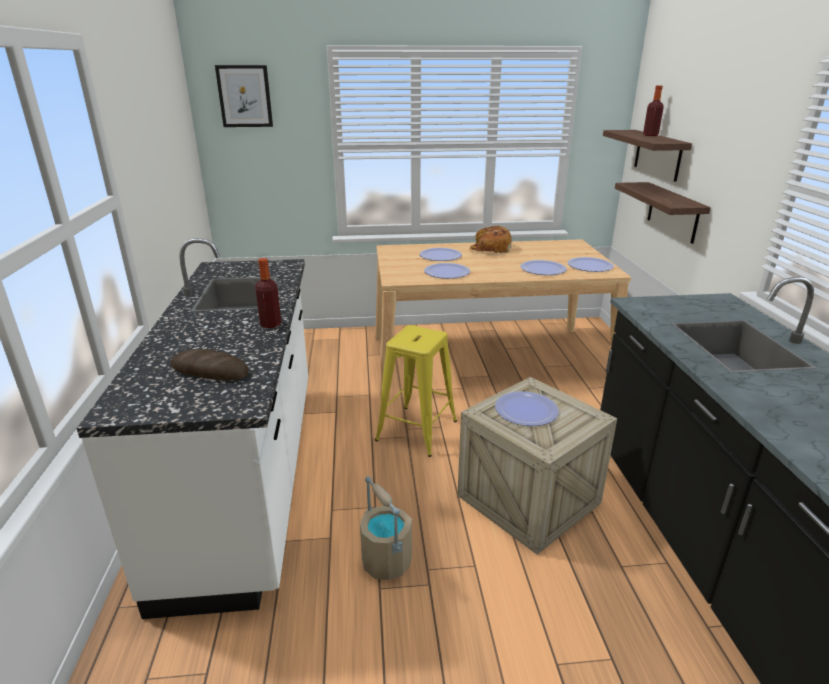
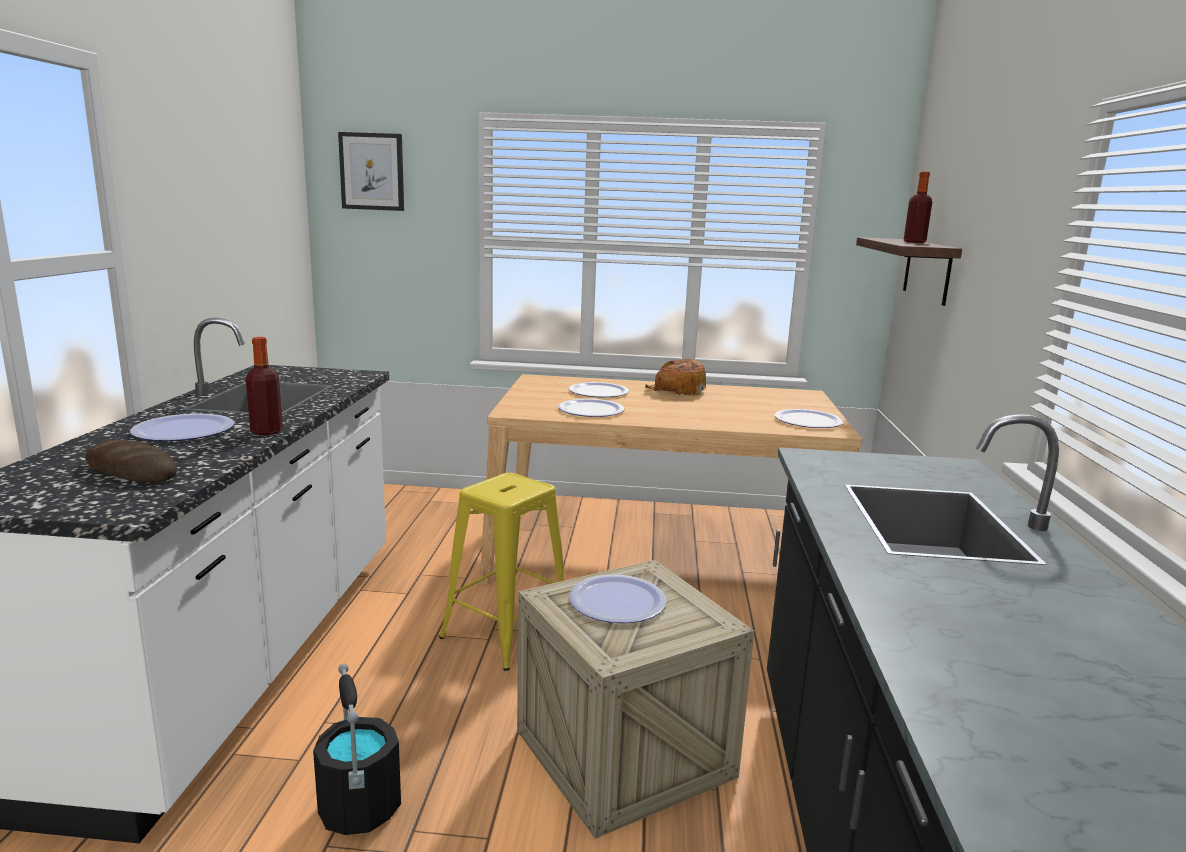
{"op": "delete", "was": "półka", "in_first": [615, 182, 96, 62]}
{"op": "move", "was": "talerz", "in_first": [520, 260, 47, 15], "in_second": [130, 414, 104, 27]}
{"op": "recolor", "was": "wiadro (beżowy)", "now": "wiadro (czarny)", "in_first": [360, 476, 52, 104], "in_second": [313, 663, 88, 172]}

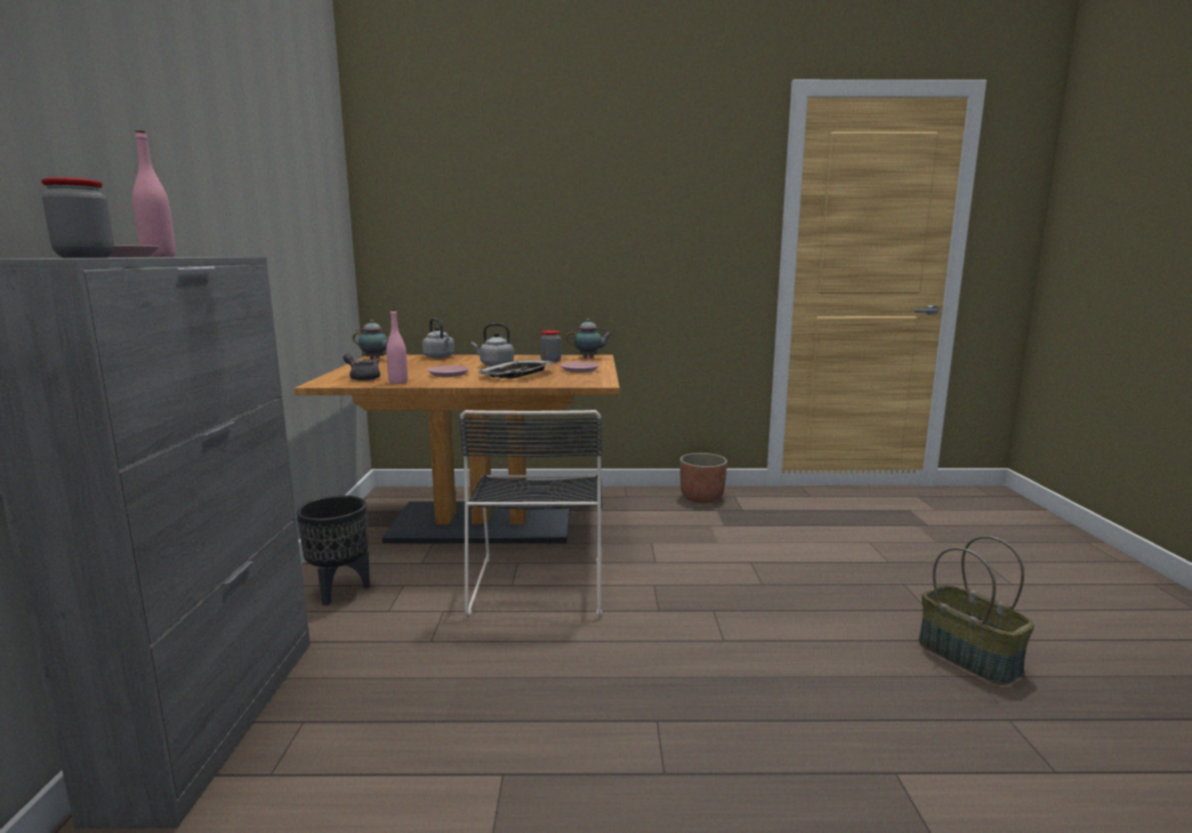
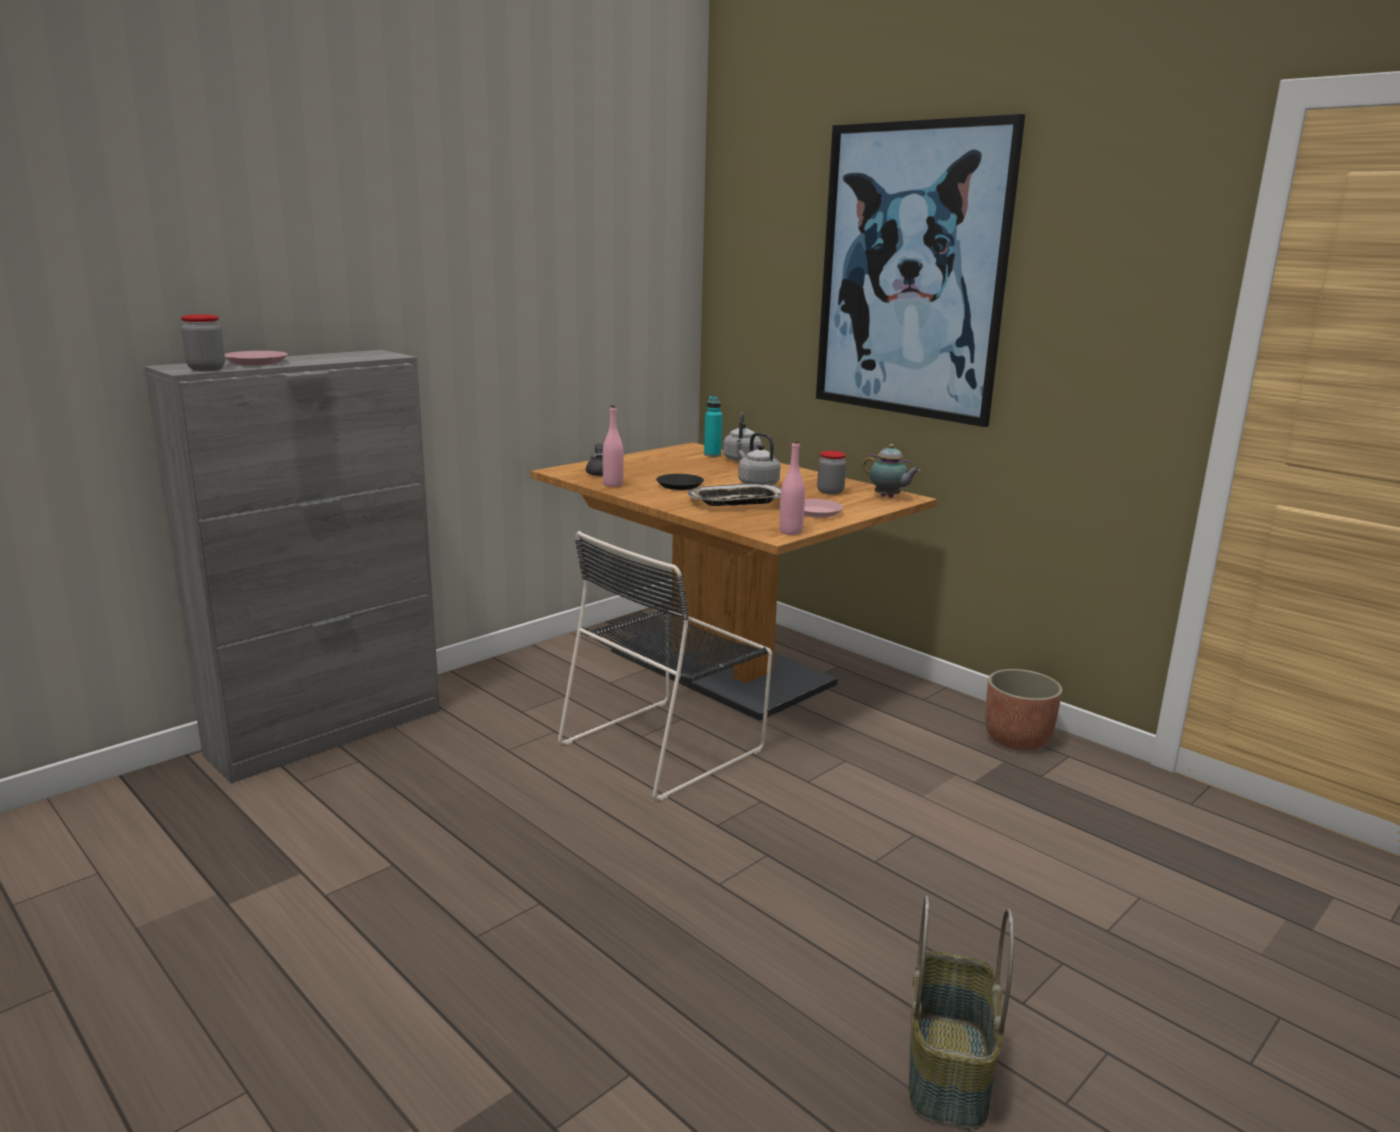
{"op": "delete", "was": "donica (czarny)", "in_first": [296, 495, 74, 111]}
{"op": "delete", "was": "imbryk", "in_first": [353, 320, 36, 40]}
{"op": "insert", "now": "butelka (turkusowy)", "in_second": [704, 396, 18, 61]}
{"op": "insert", "now": "obraz", "in_second": [816, 114, 209, 313]}
{"op": "move", "was": "butelka (różowy)", "in_first": [132, 130, 43, 127], "in_second": [779, 440, 26, 95]}
{"op": "recolor", "was": "talerz (różowy)", "now": "talerz (czarny)", "in_first": [428, 366, 41, 11], "in_second": [656, 474, 48, 16]}

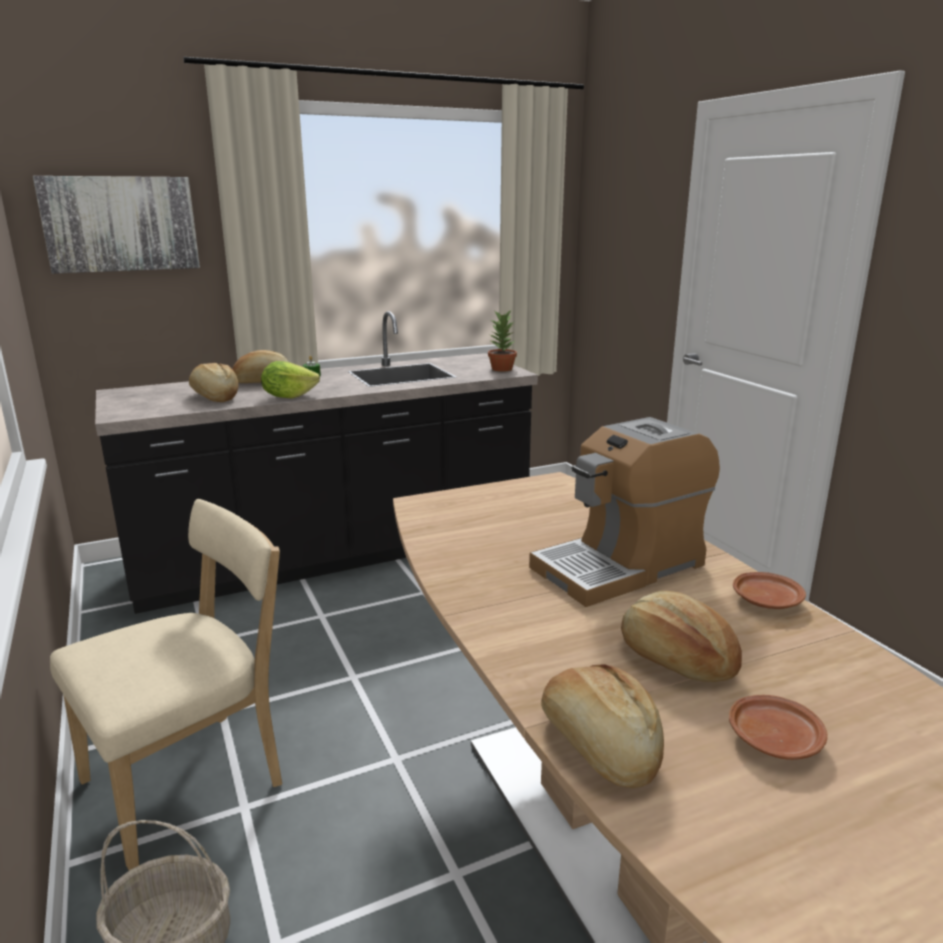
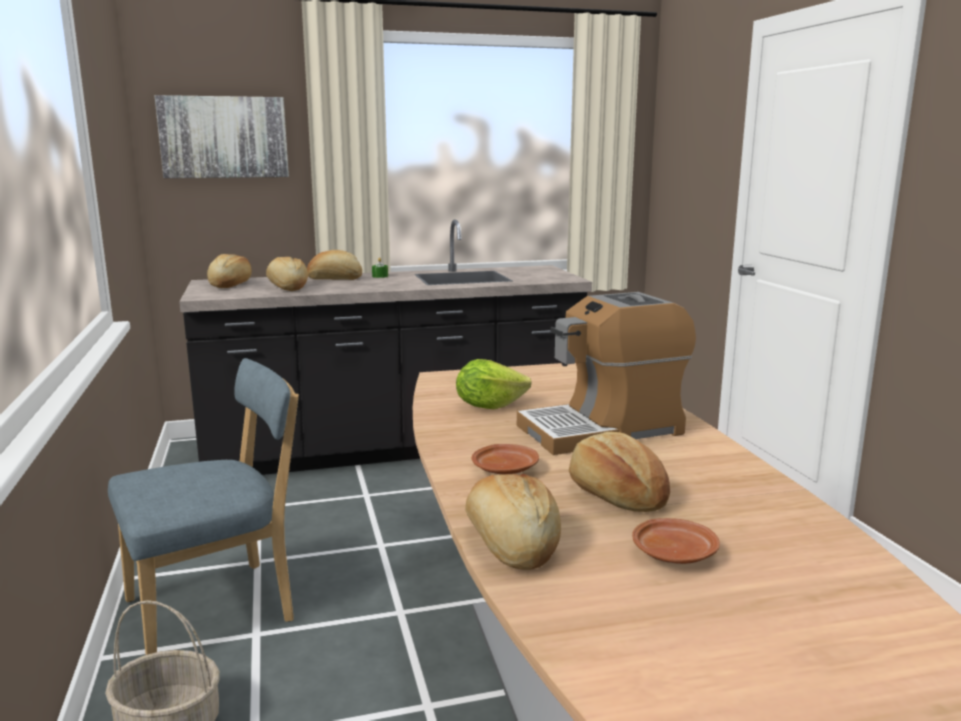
{"op": "delete", "was": "roślina doniczkowa", "in_first": [488, 310, 29, 62]}
{"op": "insert", "now": "chleb", "in_second": [207, 254, 45, 34]}
{"op": "move", "was": "sałata", "in_first": [261, 361, 59, 37], "in_second": [456, 359, 76, 50]}
{"op": "move", "was": "talerz (brązowy)", "in_first": [733, 572, 73, 37], "in_second": [472, 444, 67, 31]}
{"op": "recolor", "was": "krzesło (beżowy)", "now": "krzesło (niebieski)", "in_first": [50, 499, 232, 371], "in_second": [108, 358, 191, 297]}

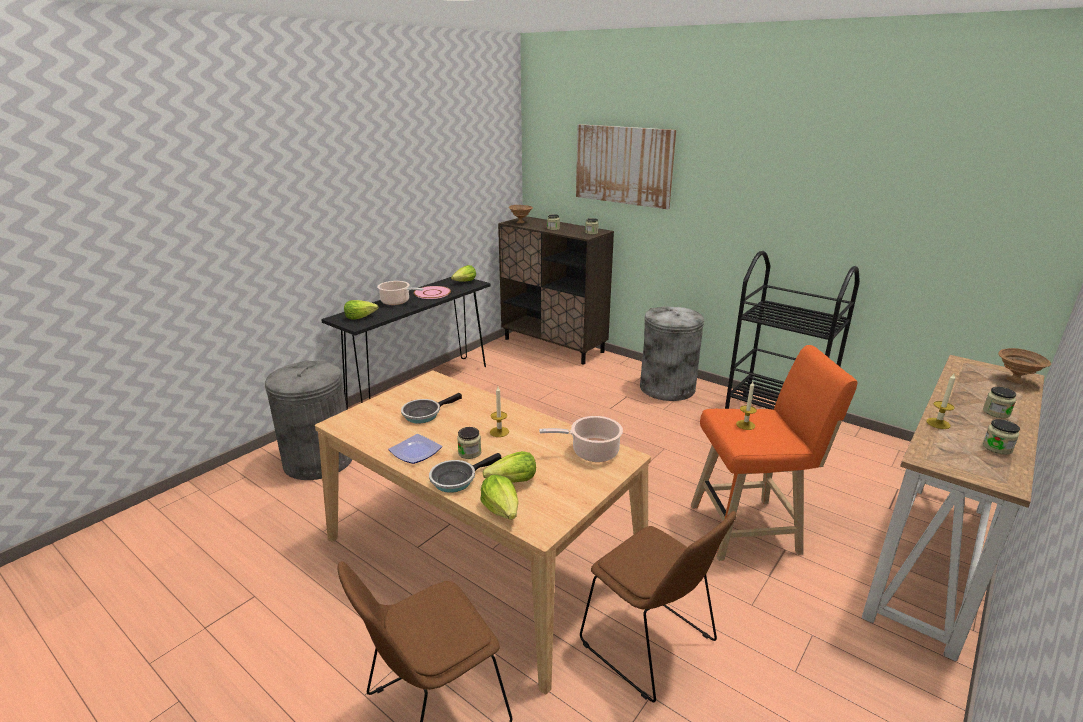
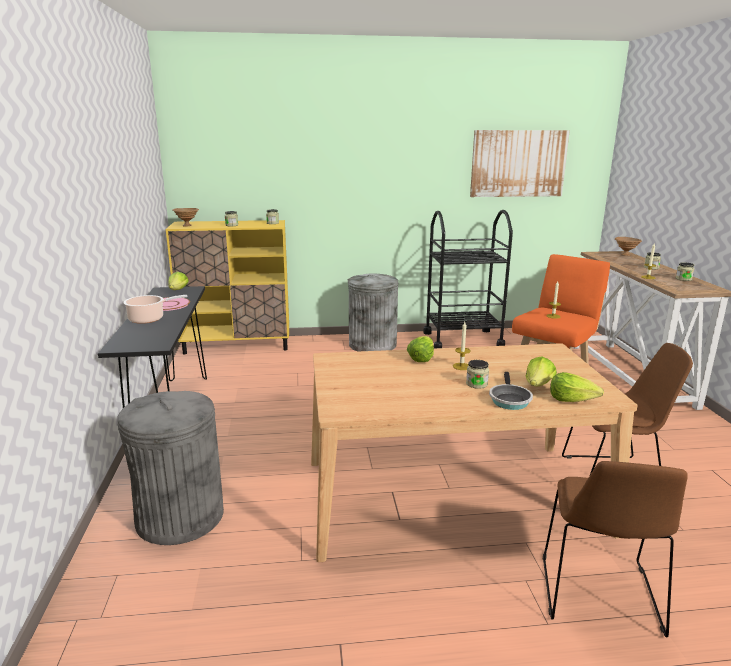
{"op": "delete", "was": "talerz", "in_first": [388, 434, 54, 30]}
{"op": "delete", "was": "patelnia", "in_first": [401, 393, 61, 31]}
{"op": "delete", "was": "garnek", "in_first": [539, 416, 84, 46]}
{"op": "move", "was": "sałata", "in_first": [344, 300, 34, 20], "in_second": [407, 336, 27, 26]}
{"op": "move", "was": "obraz", "in_first": [576, 124, 100, 86], "in_second": [470, 130, 100, 67]}
{"op": "recolor", "was": "szafka (brązowy)", "now": "szafka (żółty)", "in_first": [498, 216, 116, 148], "in_second": [166, 220, 123, 134]}

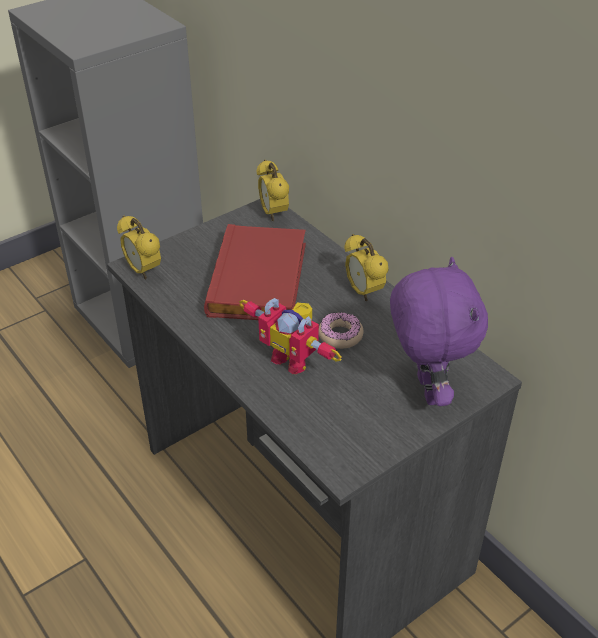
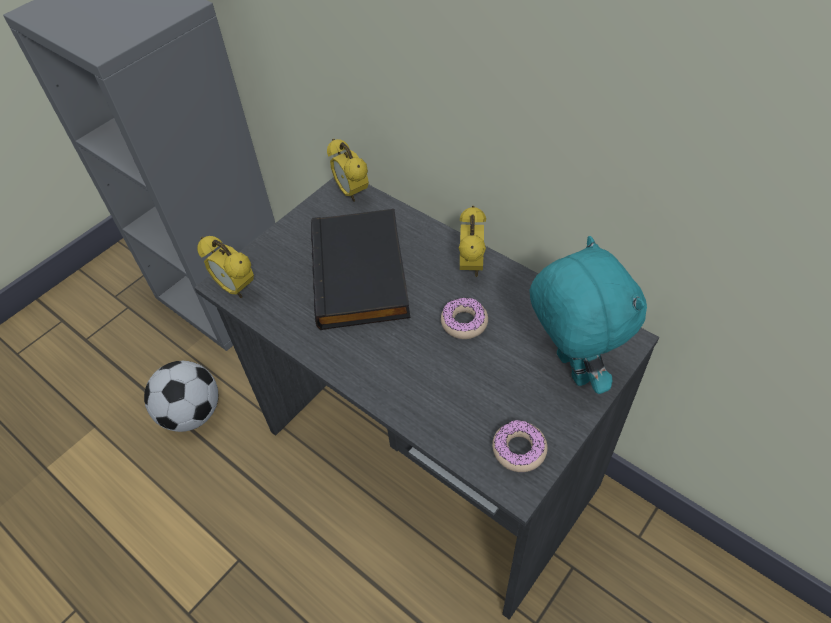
{"op": "delete", "was": "robot zabawkowy", "in_first": [239, 298, 103, 76]}
{"op": "insert", "now": "piłka futbolowa", "in_second": [144, 361, 74, 71]}
{"op": "insert", "now": "donut", "in_second": [492, 420, 56, 52]}
{"op": "recolor", "was": "książka (czerwony)", "now": "książka (czarny)", "in_first": [204, 224, 102, 96], "in_second": [311, 209, 99, 121]}
{"op": "recolor", "was": "pluszak (fioletowy)", "now": "pluszak (turkusowy)", "in_first": [390, 257, 98, 149], "in_second": [529, 236, 118, 158]}
{"op": "rotate", "was": "budzik", "in_first": [344, 234, 45, 67], "in_second": [459, 206, 27, 71], "clockwise": -135}

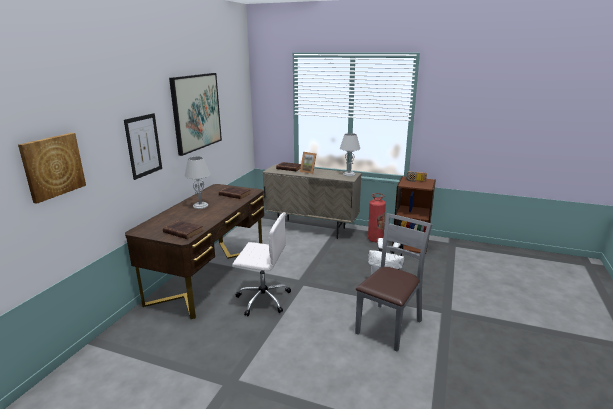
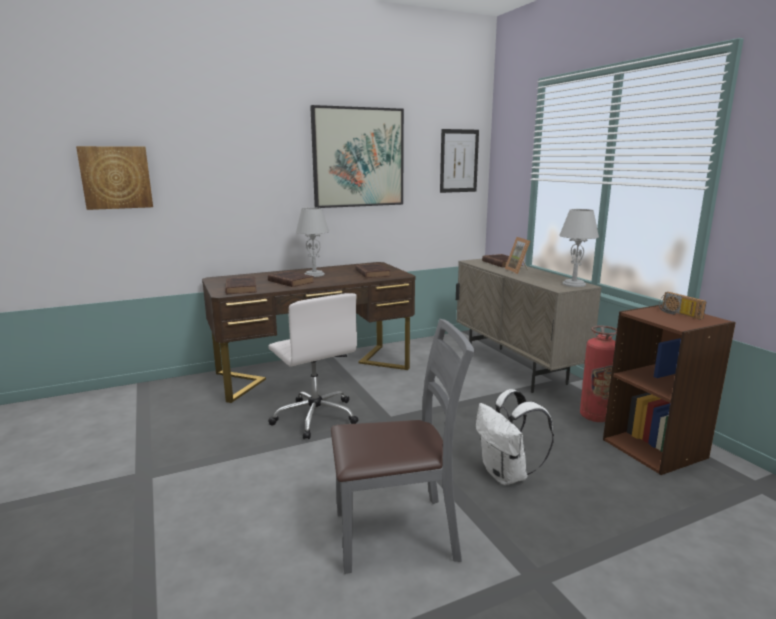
{"op": "insert", "now": "książka (brązowy)", "in_second": [268, 271, 46, 16]}
{"op": "move", "was": "obraz", "in_first": [124, 113, 38, 67], "in_second": [440, 129, 39, 64]}

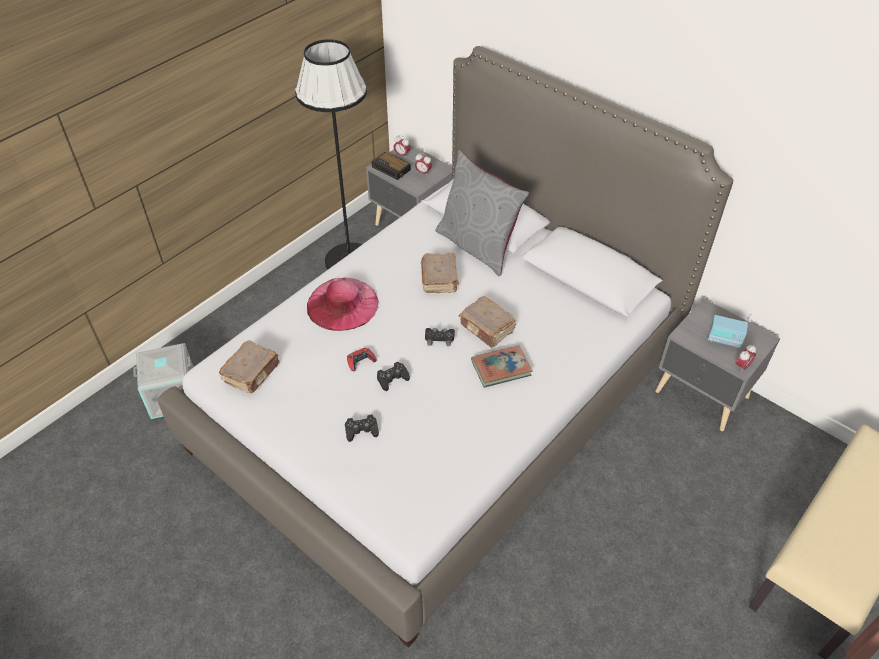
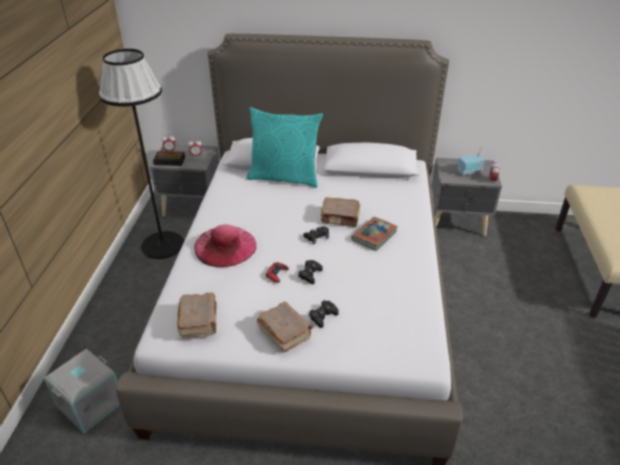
{"op": "move", "was": "książka (brązowy)", "in_first": [421, 253, 38, 40], "in_second": [257, 302, 56, 50]}
{"op": "recolor", "was": "poduszka (szary)", "now": "poduszka (turkusowy)", "in_first": [435, 150, 95, 126], "in_second": [247, 107, 76, 81]}

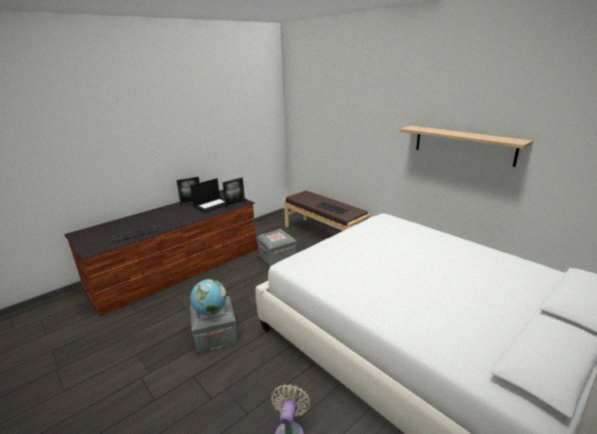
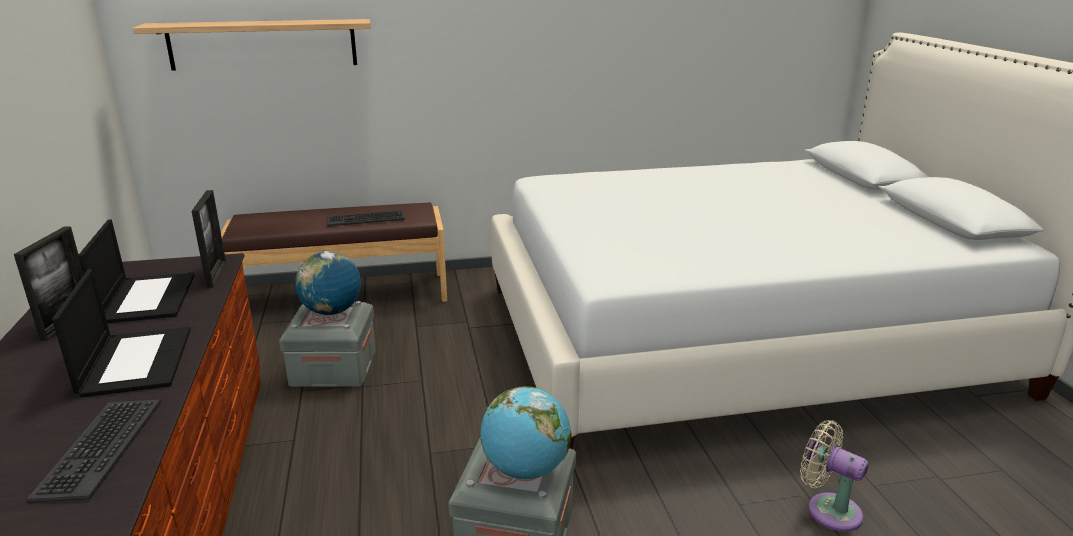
{"op": "insert", "now": "laptop", "in_second": [52, 269, 139, 129]}
{"op": "insert", "now": "globus", "in_second": [295, 251, 66, 64]}
{"op": "move", "was": "półka", "in_first": [400, 126, 133, 41], "in_second": [132, 19, 238, 52]}

